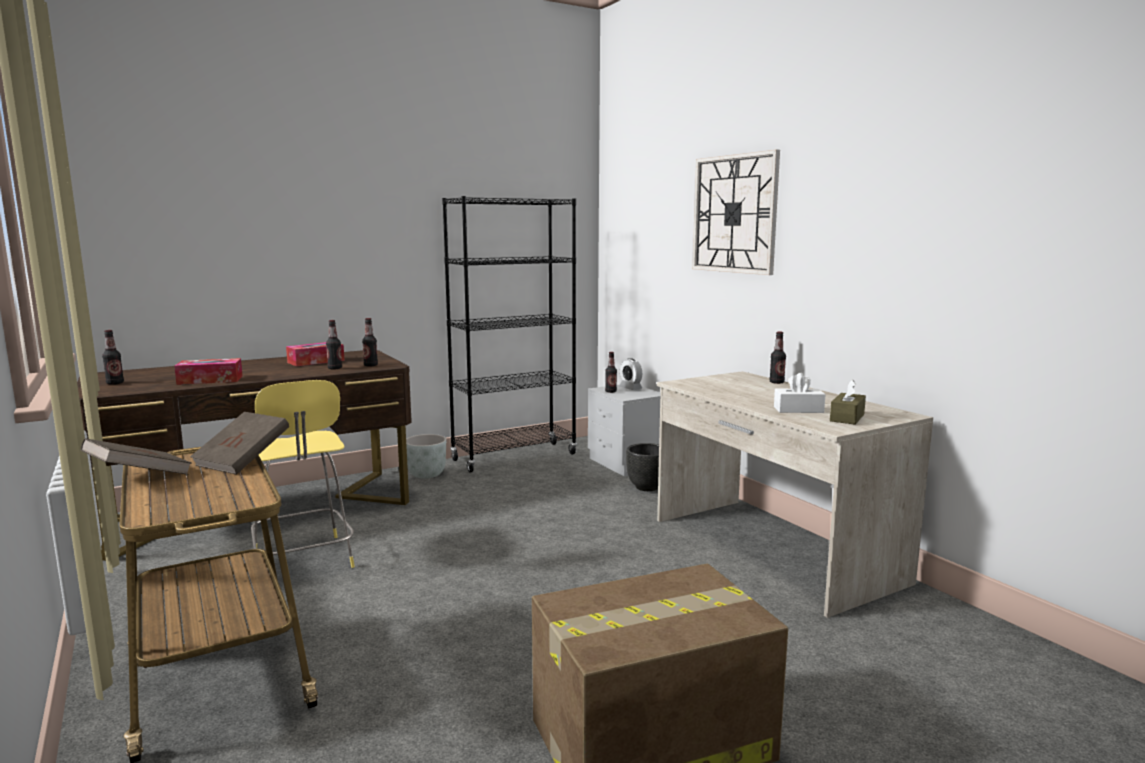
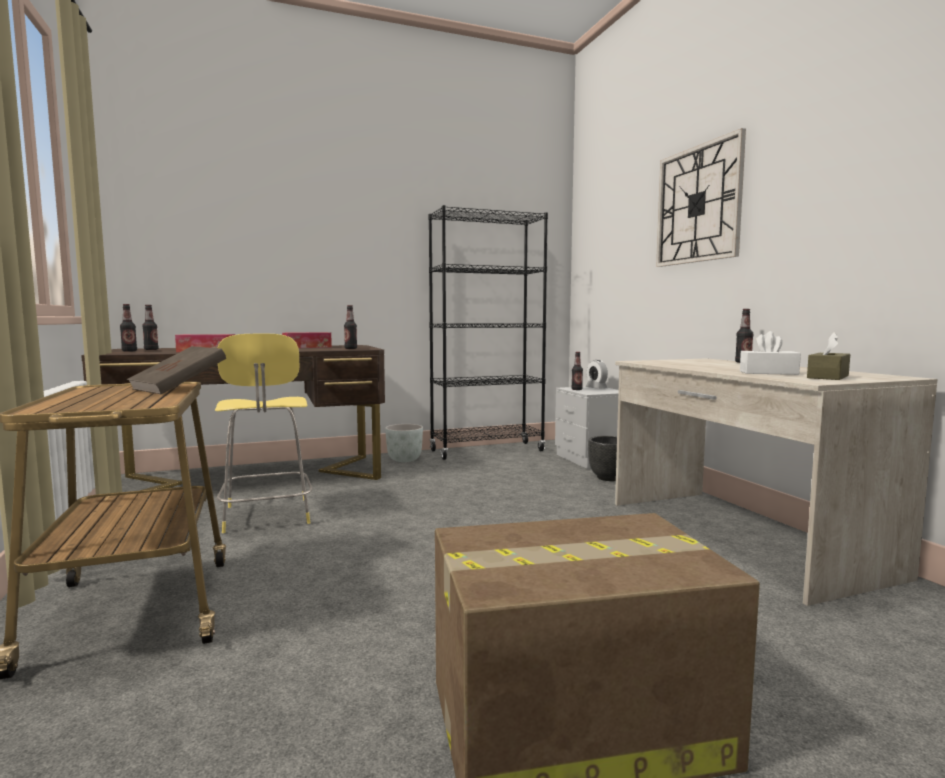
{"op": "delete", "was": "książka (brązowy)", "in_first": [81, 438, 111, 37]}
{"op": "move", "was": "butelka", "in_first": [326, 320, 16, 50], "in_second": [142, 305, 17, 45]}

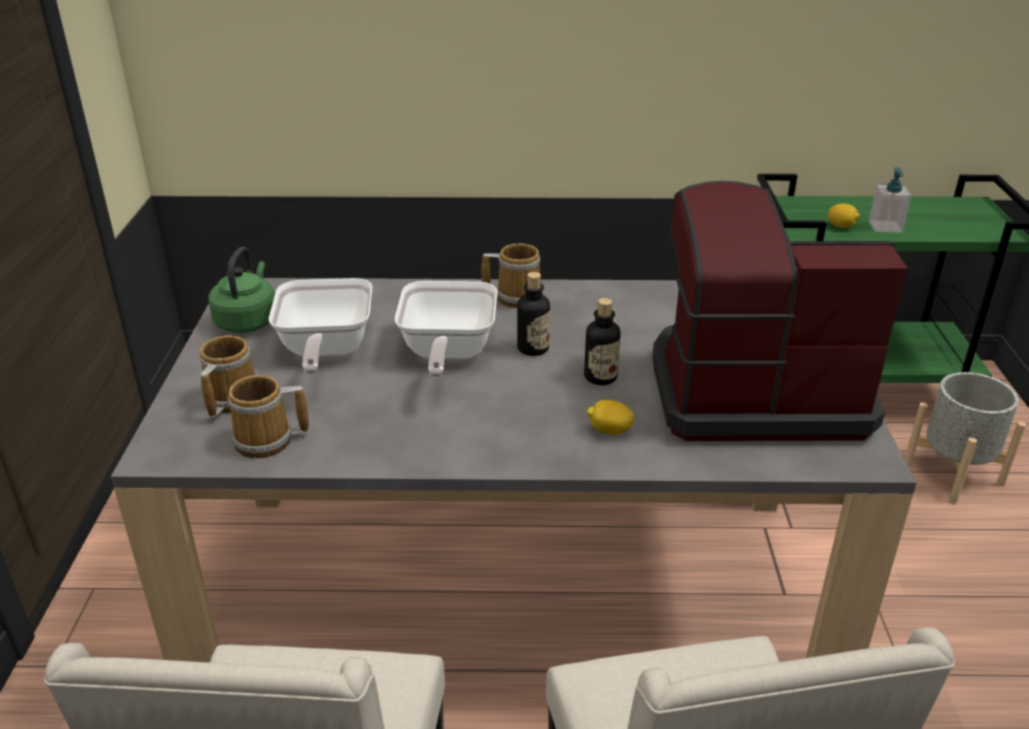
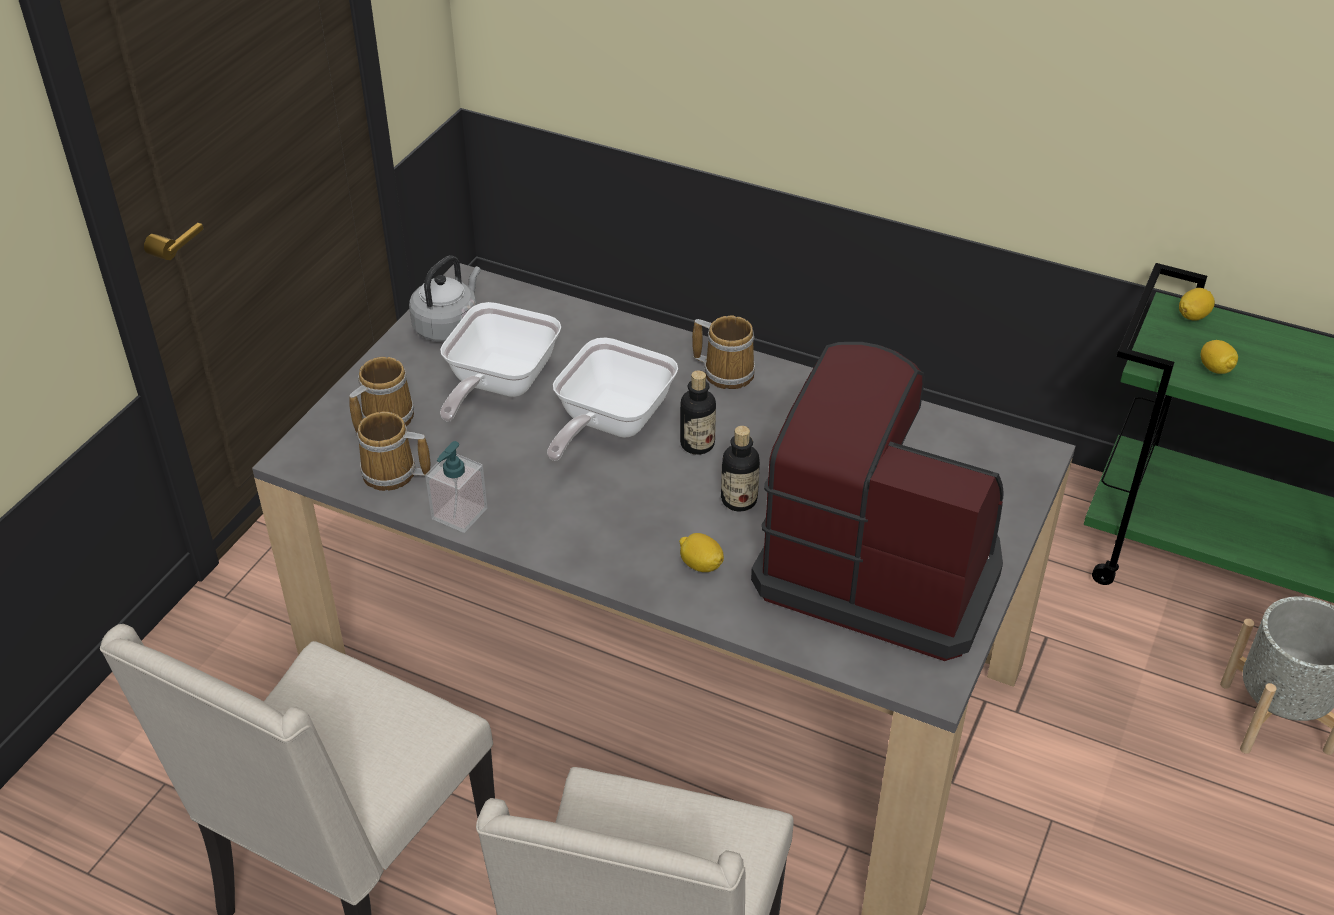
{"op": "insert", "now": "cytryna", "in_second": [1179, 288, 36, 33]}
{"op": "move", "was": "dozownik mydła", "in_first": [869, 167, 43, 66], "in_second": [425, 441, 63, 92]}
{"op": "recolor", "was": "czajnik (zielony)", "now": "czajnik (szary)", "in_first": [208, 247, 67, 86], "in_second": [409, 255, 72, 87]}

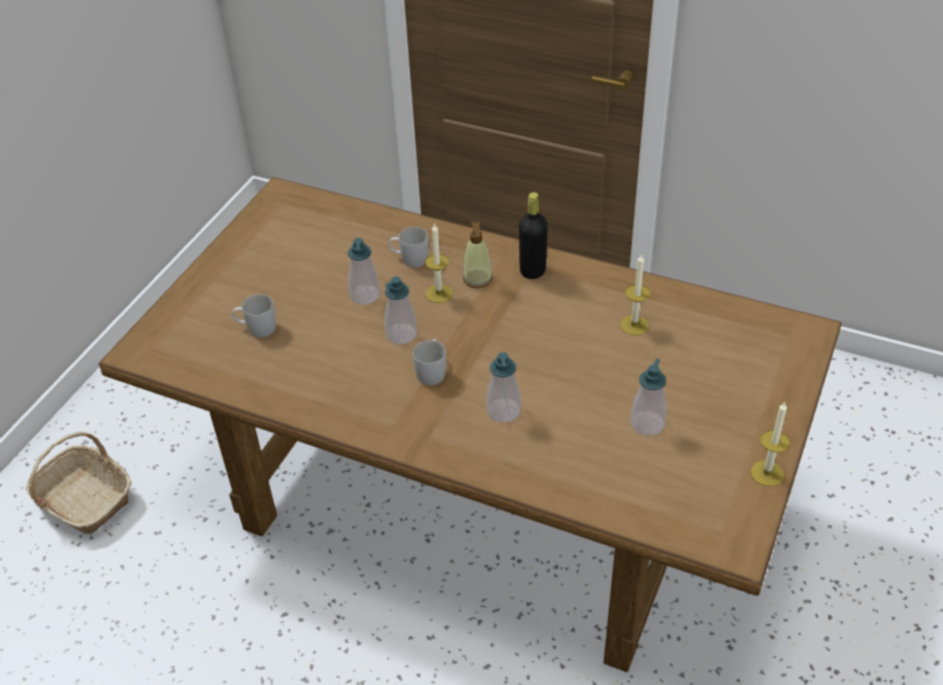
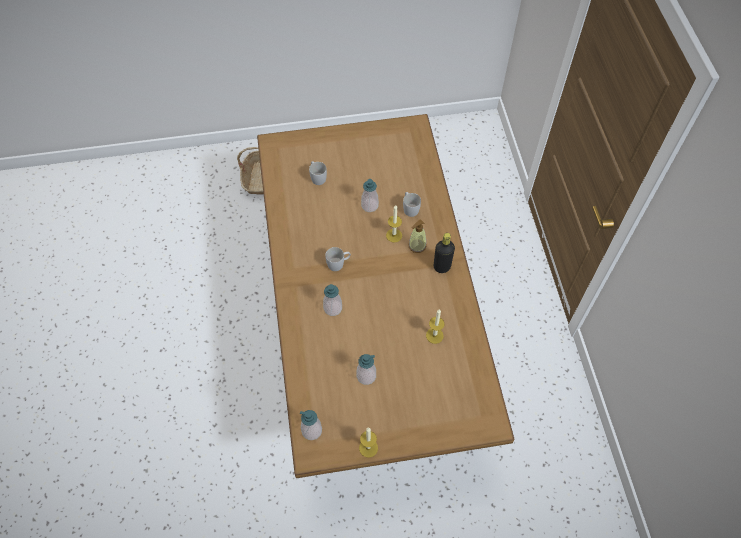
{"op": "move", "was": "dozownik mydła", "in_first": [385, 276, 32, 68], "in_second": [300, 410, 22, 30]}

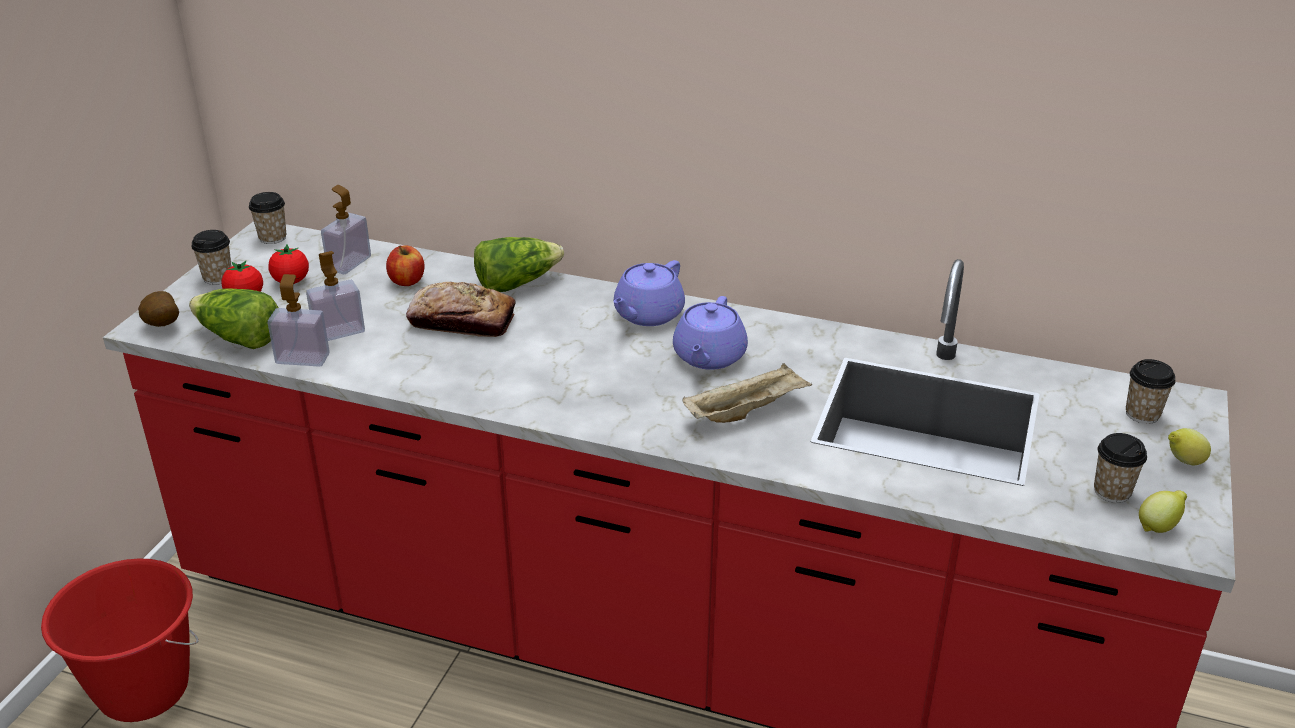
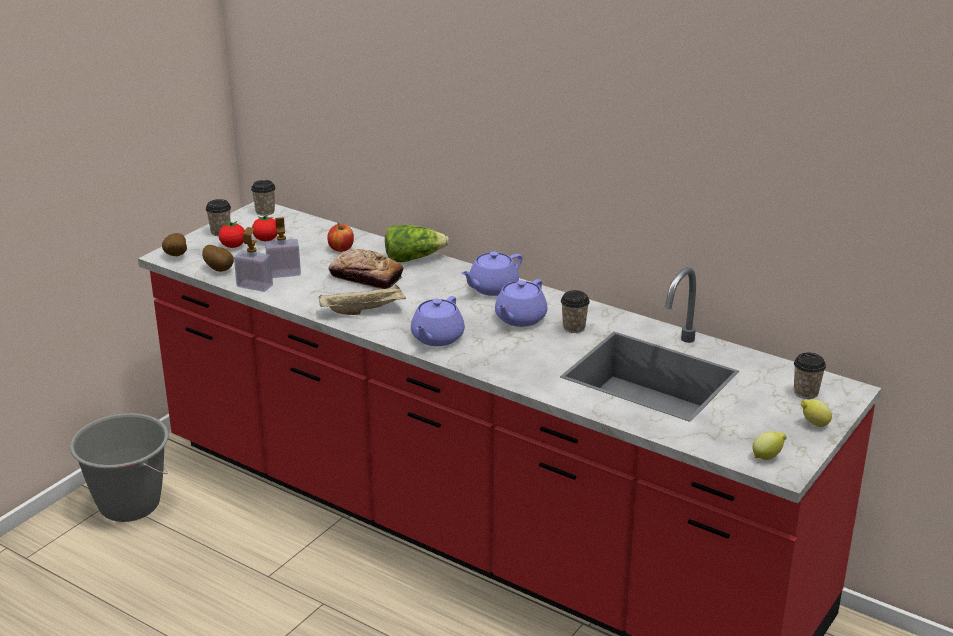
{"op": "delete", "was": "dozownik mydła", "in_first": [321, 185, 50, 89]}
{"op": "insert", "now": "imbryk (fioletowy)", "in_second": [411, 296, 54, 50]}
{"op": "move", "was": "taca (beżowy)", "in_first": [682, 363, 130, 60], "in_second": [319, 285, 87, 30]}
{"op": "move", "was": "filiżanka", "in_first": [1094, 433, 53, 70], "in_second": [561, 290, 29, 43]}
{"op": "replace", "was": "sałata", "now": "ziemniak", "in_first": [189, 289, 90, 60], "in_second": [202, 245, 32, 27]}
{"op": "recolor", "was": "wiadro (czerwony)", "now": "wiadro (szary)", "in_first": [41, 559, 157, 163], "in_second": [70, 413, 99, 109]}

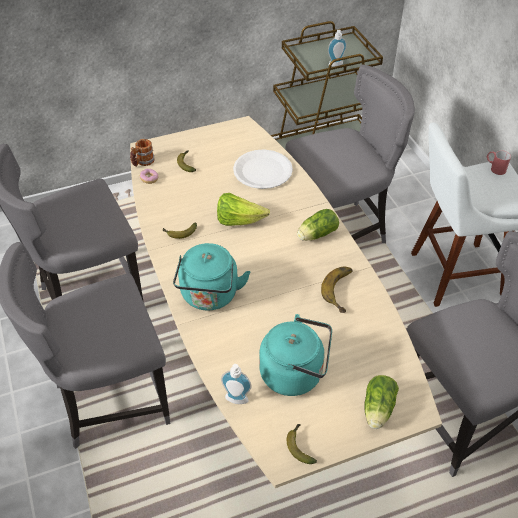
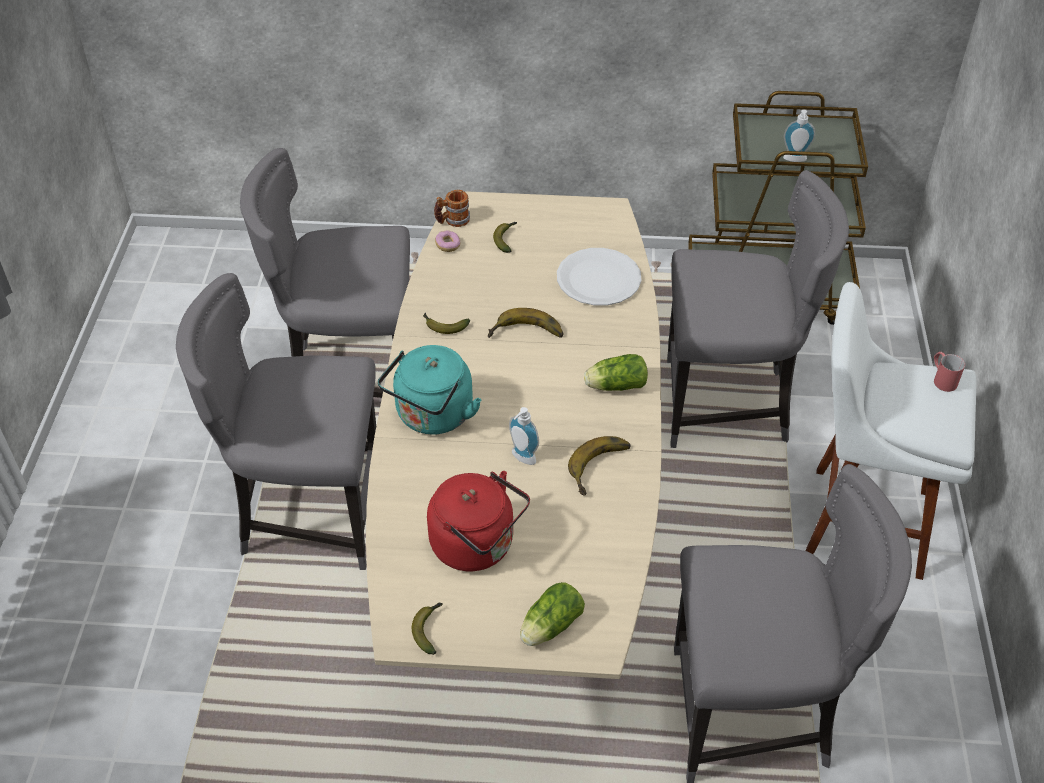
{"op": "move", "was": "dozownik mydła", "in_first": [221, 364, 31, 40], "in_second": [509, 407, 30, 58]}
{"op": "replace", "was": "sałata", "now": "banan", "in_first": [217, 193, 53, 33], "in_second": [488, 308, 76, 30]}
{"op": "recolor", "was": "czajnik (turkusowy)", "now": "czajnik (czerwony)", "in_first": [259, 314, 73, 82], "in_second": [427, 471, 103, 100]}

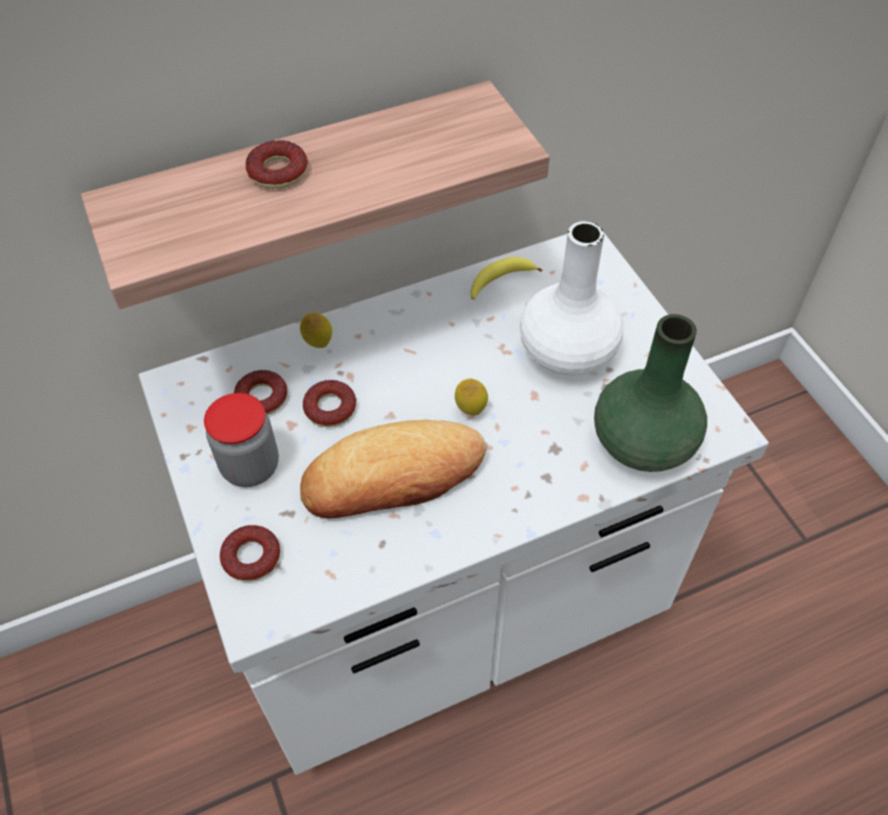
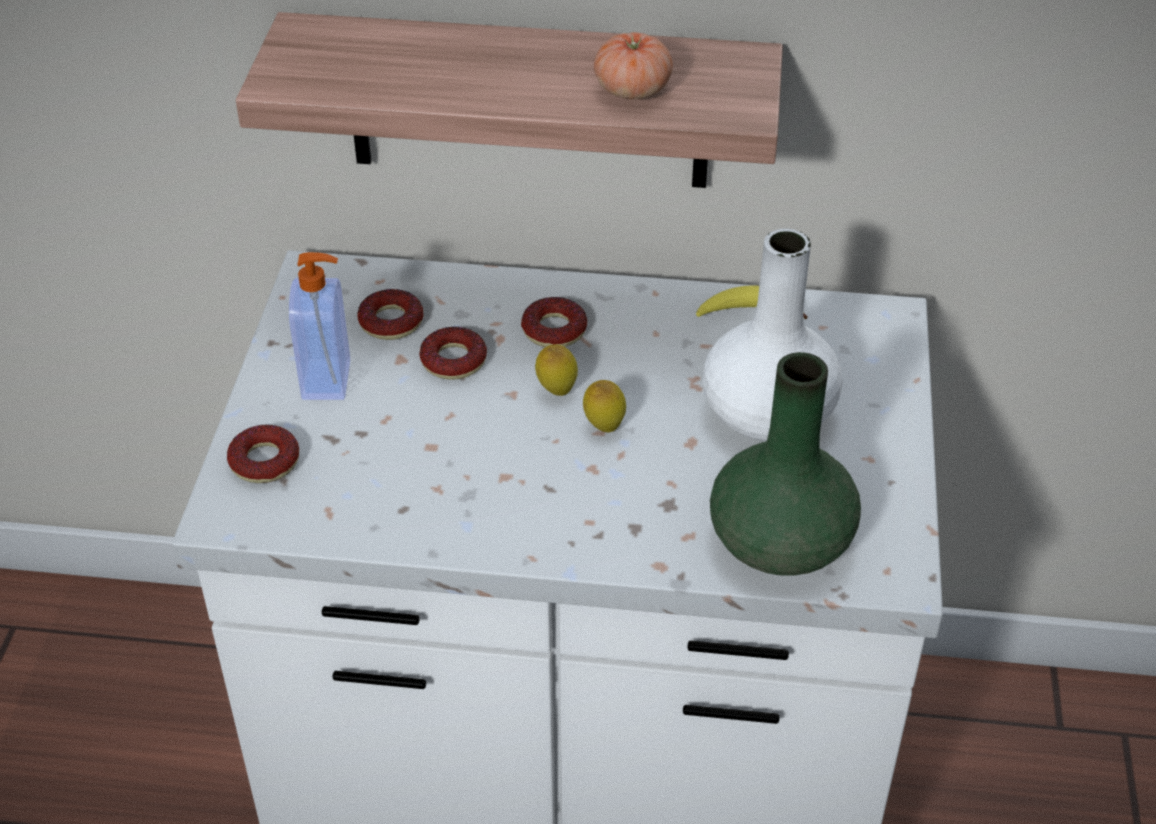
{"op": "delete", "was": "chleb", "in_first": [300, 420, 187, 98]}
{"op": "insert", "now": "pomidor", "in_second": [594, 32, 79, 67]}
{"op": "move", "was": "donut", "in_first": [246, 140, 62, 49], "in_second": [521, 297, 66, 50]}
{"op": "move", "was": "cytryna", "in_first": [300, 313, 32, 35], "in_second": [535, 345, 43, 51]}
{"op": "replace", "was": "słoik", "now": "dozownik mydła", "in_first": [204, 393, 75, 94], "in_second": [289, 252, 61, 148]}

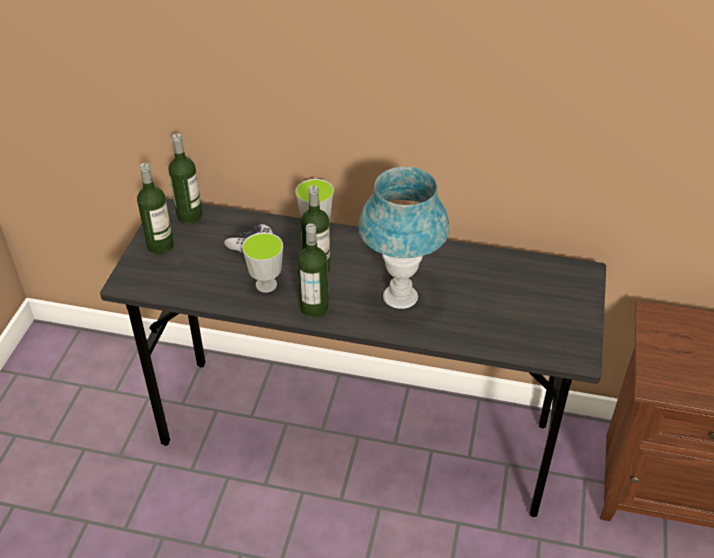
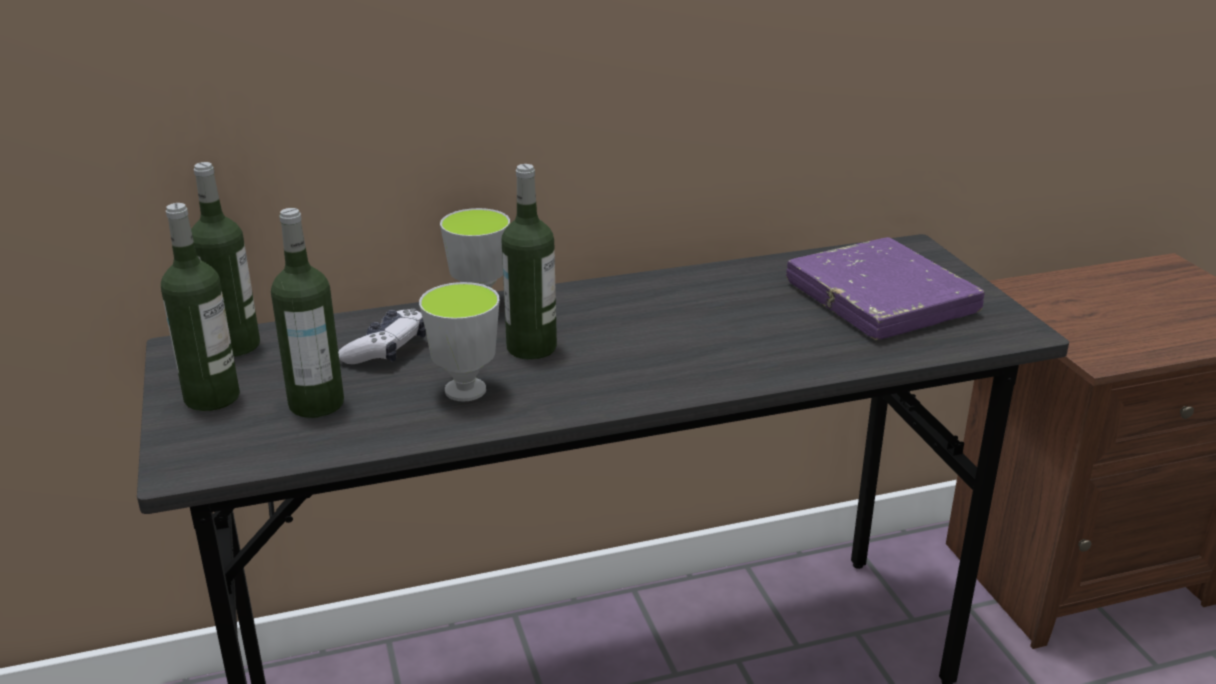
{"op": "delete", "was": "lampa stołowa (niebieski)", "in_first": [358, 167, 91, 142]}
{"op": "insert", "now": "książka (fioletowy)", "in_second": [786, 237, 199, 103]}
{"op": "move", "was": "butelka", "in_first": [297, 223, 32, 95], "in_second": [271, 208, 73, 210]}

